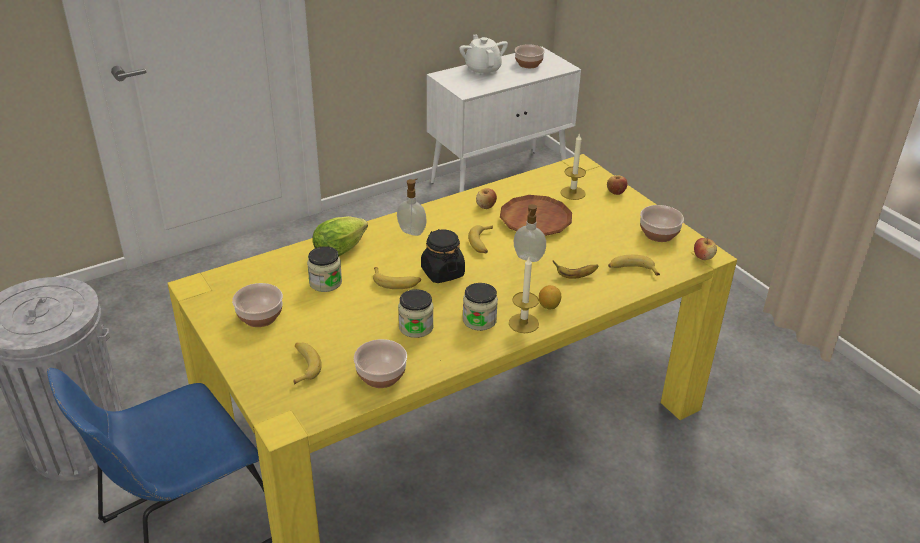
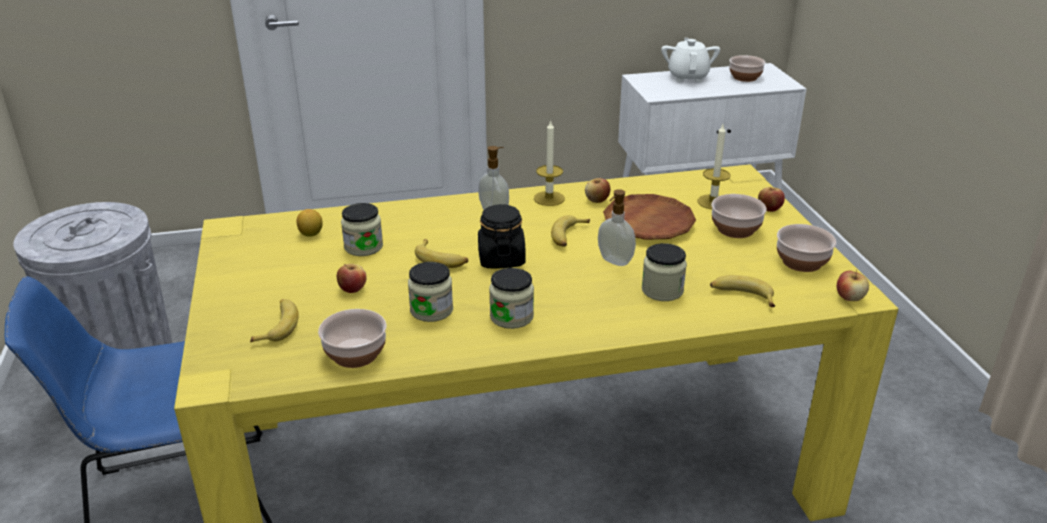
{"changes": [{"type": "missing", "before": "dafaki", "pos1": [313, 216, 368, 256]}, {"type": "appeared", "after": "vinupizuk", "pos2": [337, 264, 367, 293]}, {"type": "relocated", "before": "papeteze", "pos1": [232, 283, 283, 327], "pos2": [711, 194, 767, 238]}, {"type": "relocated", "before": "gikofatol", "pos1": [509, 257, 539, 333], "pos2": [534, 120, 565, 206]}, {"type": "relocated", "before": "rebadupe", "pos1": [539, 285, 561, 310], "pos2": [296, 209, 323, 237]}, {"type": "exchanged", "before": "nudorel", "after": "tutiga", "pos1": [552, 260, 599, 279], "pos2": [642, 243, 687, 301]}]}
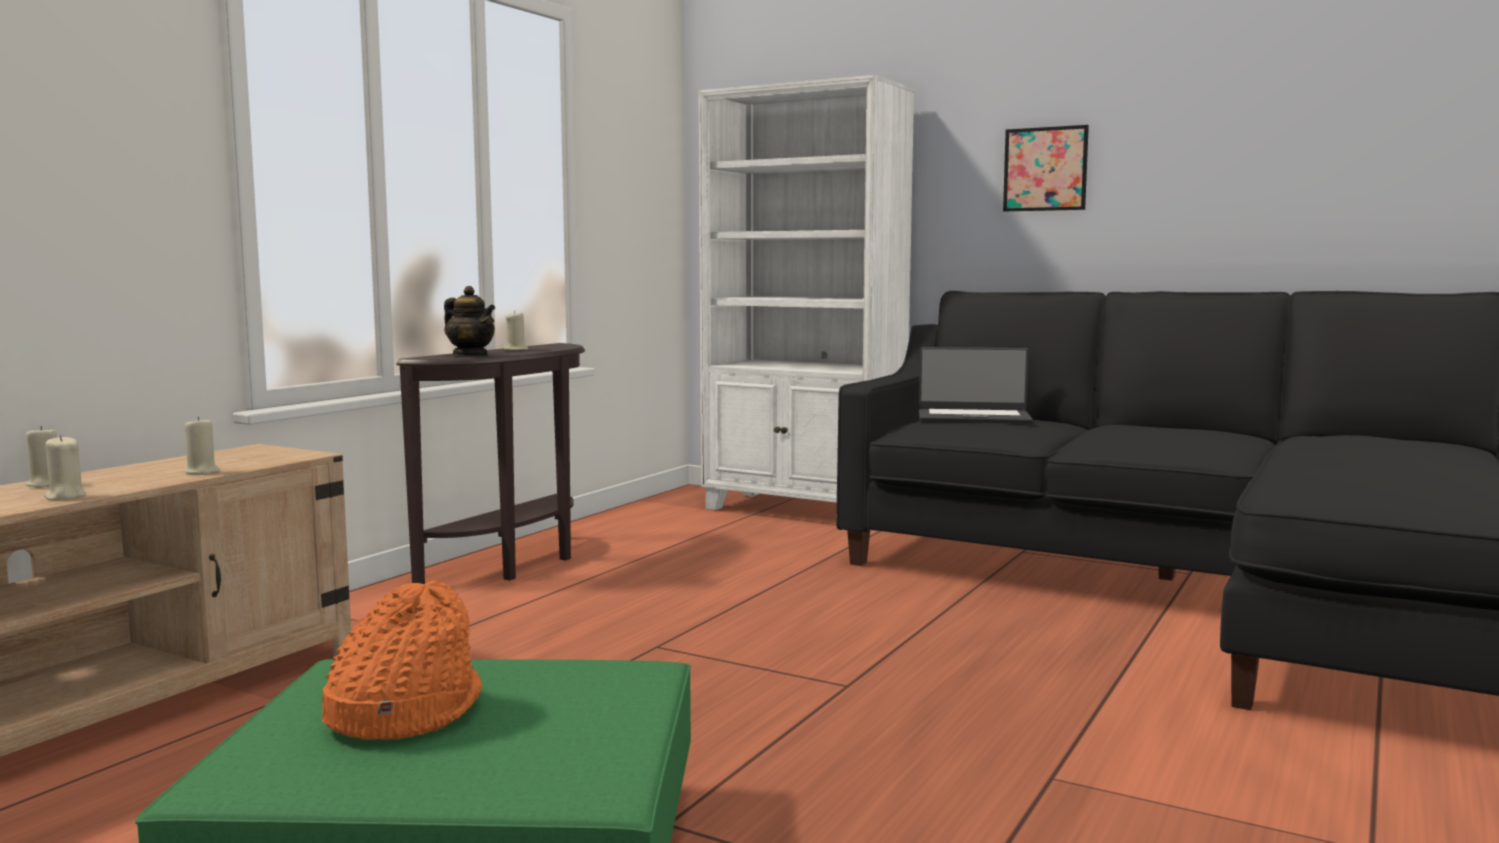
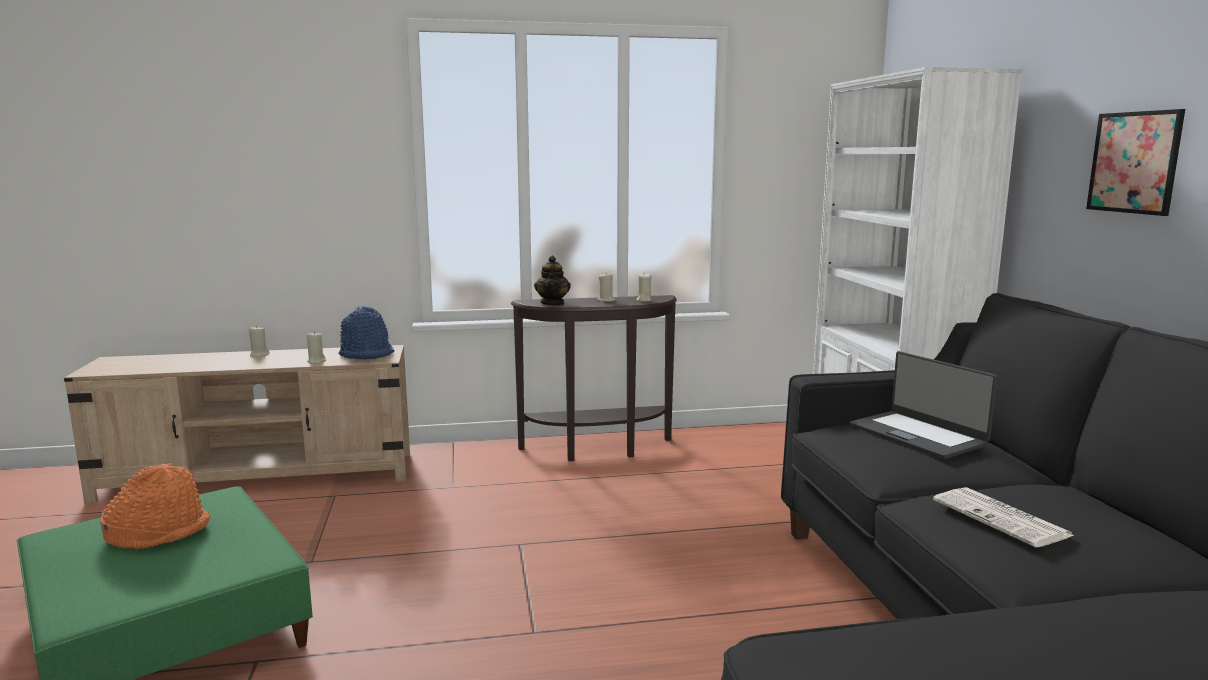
{"changes": [{"type": "appeared", "after": "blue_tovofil", "pos2": [339, 306, 394, 360]}, {"type": "appeared", "after": "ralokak", "pos2": [933, 487, 1074, 547]}, {"type": "relocated", "before": "beige_gikofatol", "pos1": [44, 435, 86, 500], "pos2": [636, 272, 652, 302]}]}
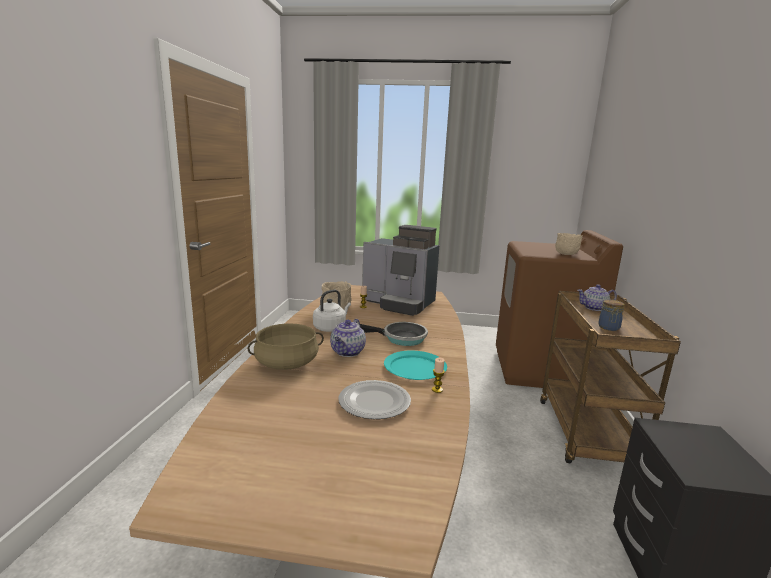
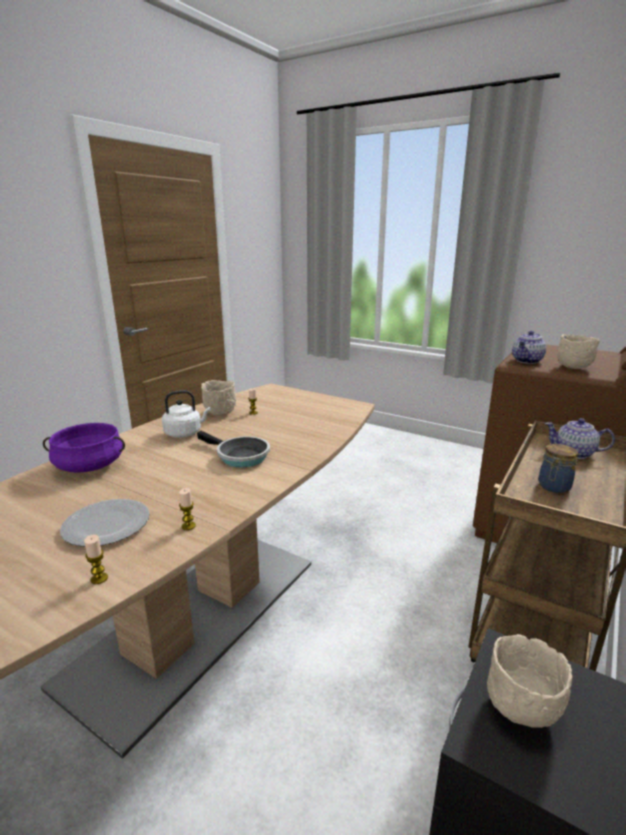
{"changes": [{"type": "missing", "before": "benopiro", "pos1": [362, 225, 439, 316]}, {"type": "missing", "before": "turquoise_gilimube", "pos1": [384, 351, 447, 380]}, {"type": "appeared", "after": "gikofatol", "pos2": [84, 535, 108, 584]}, {"type": "appeared", "after": "beige_papeteze", "pos2": [487, 634, 572, 728]}, {"type": "relocated", "before": "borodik", "pos1": [330, 319, 366, 357], "pos2": [512, 331, 546, 364]}, {"type": "colour", "before": "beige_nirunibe", "after": "purple_nirunibe", "pos1": [248, 323, 324, 370], "pos2": [43, 423, 125, 473]}]}
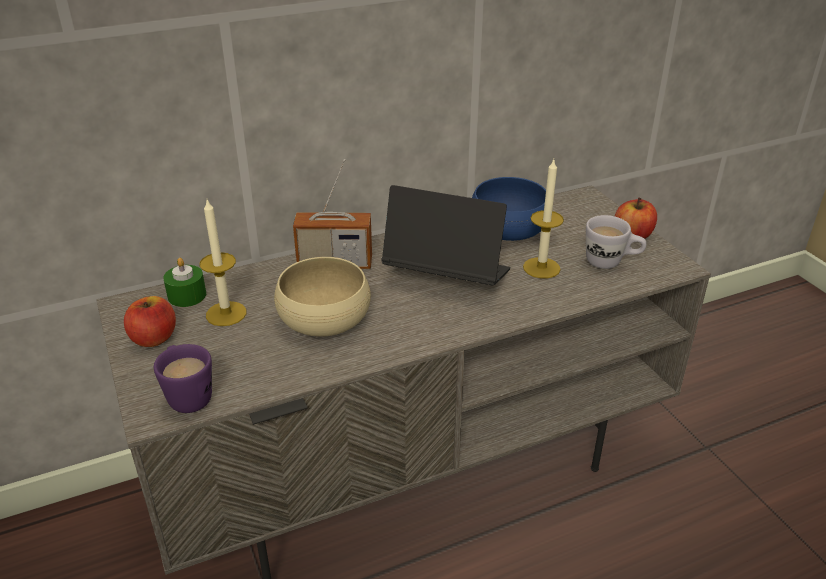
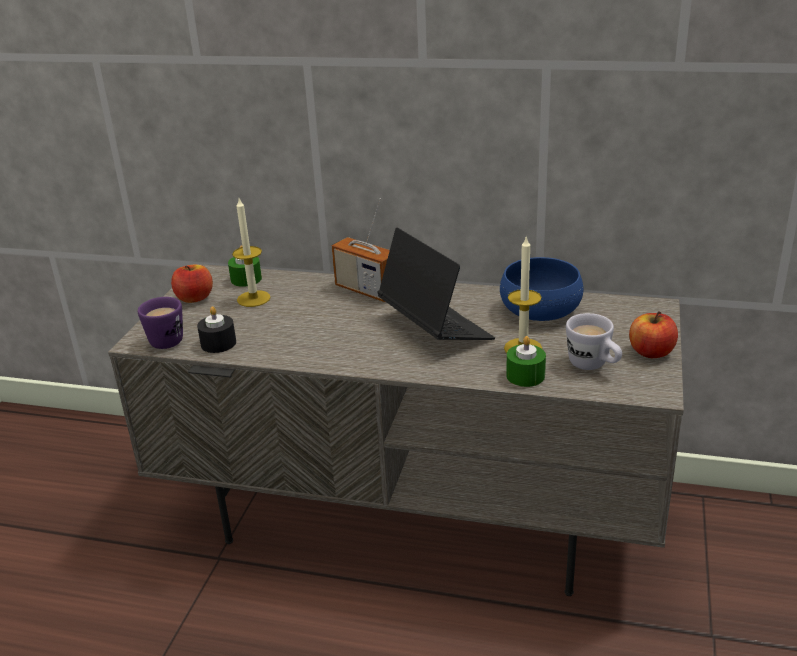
{"changes": [{"type": "missing", "before": "beige_papeteze", "pos1": [274, 257, 371, 337]}, {"type": "appeared", "after": "black_gikofatol", "pos2": [197, 306, 236, 353]}, {"type": "appeared", "after": "green_gikofatol", "pos2": [506, 336, 546, 387]}]}
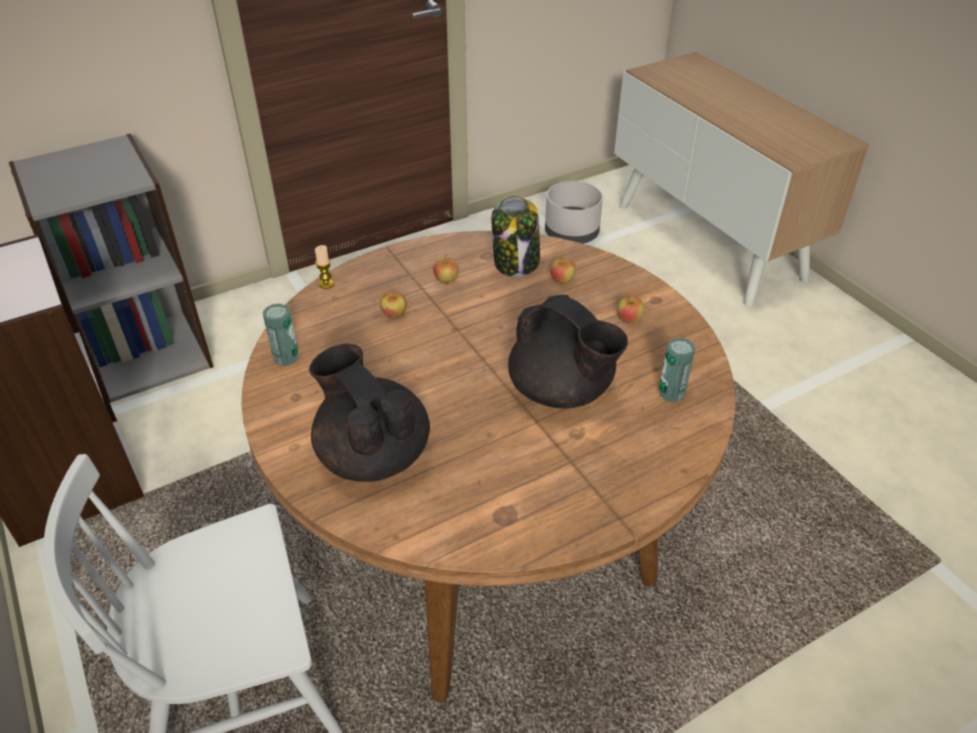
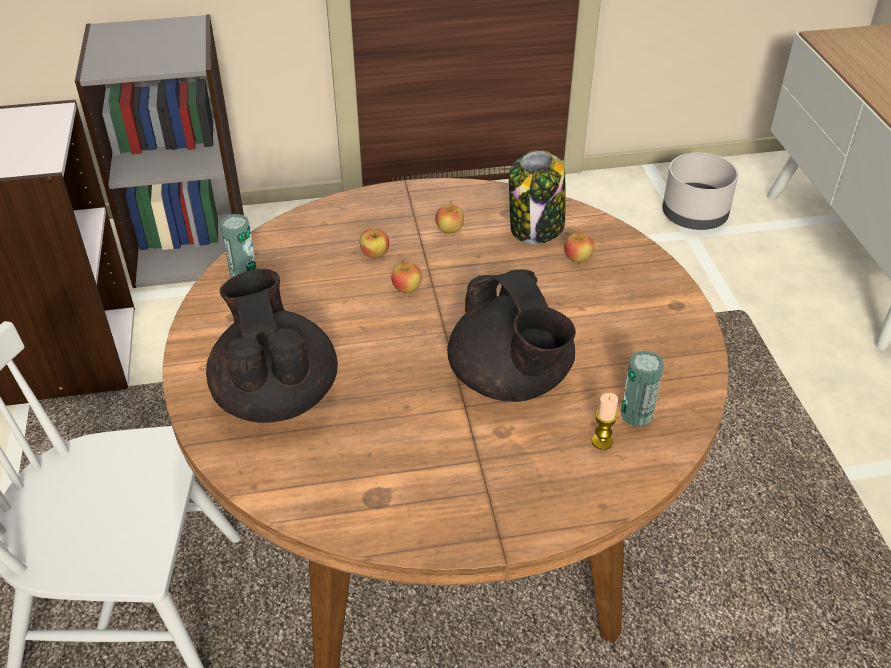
{"changes": [{"type": "relocated", "before": "gikofatol", "pos1": [315, 245, 334, 289], "pos2": [592, 393, 618, 450]}, {"type": "relocated", "before": "vinupizuk", "pos1": [617, 295, 644, 323], "pos2": [391, 259, 422, 293]}]}
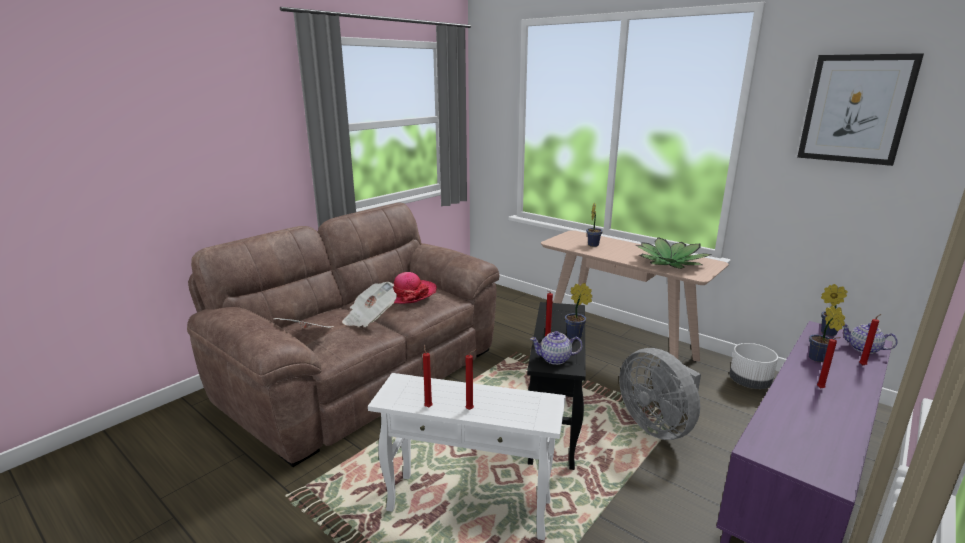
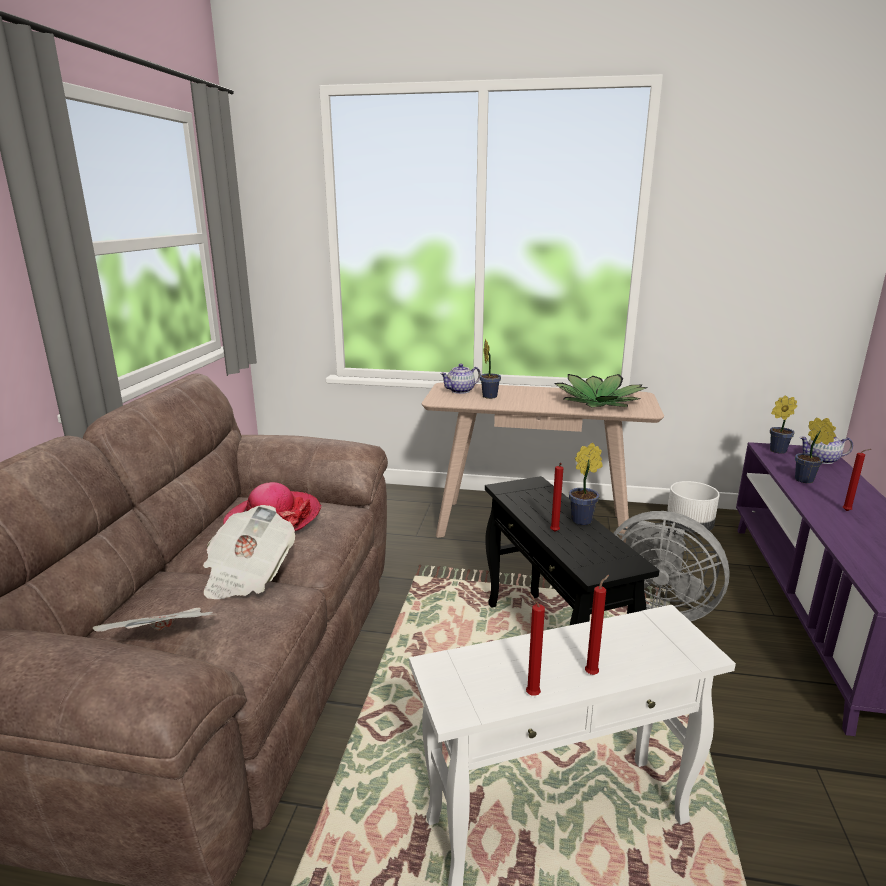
{"changes": [{"type": "missing", "before": "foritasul", "pos1": [797, 53, 924, 166]}, {"type": "missing", "before": "red_gikofatol", "pos1": [859, 314, 881, 366]}, {"type": "relocated", "before": "borodik", "pos1": [530, 331, 582, 365], "pos2": [440, 364, 481, 394]}]}
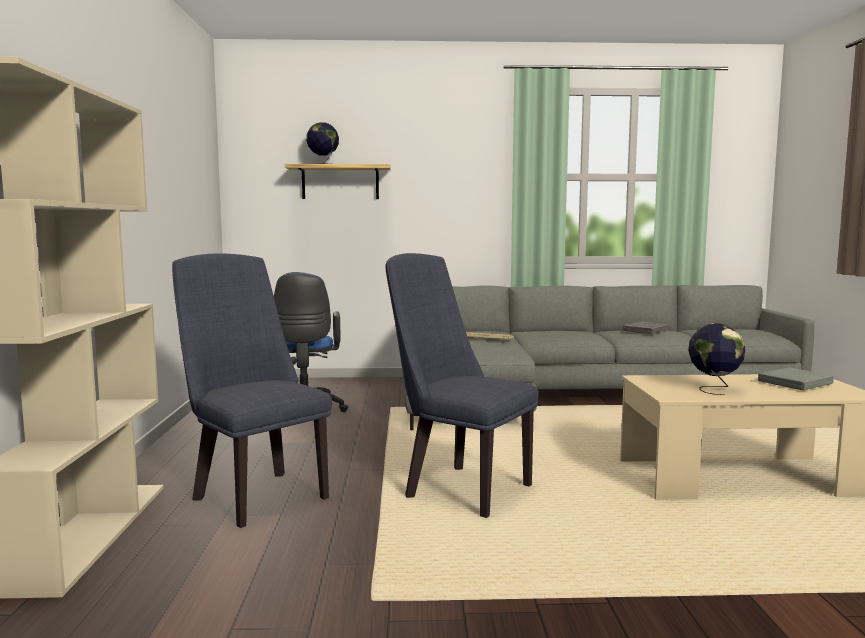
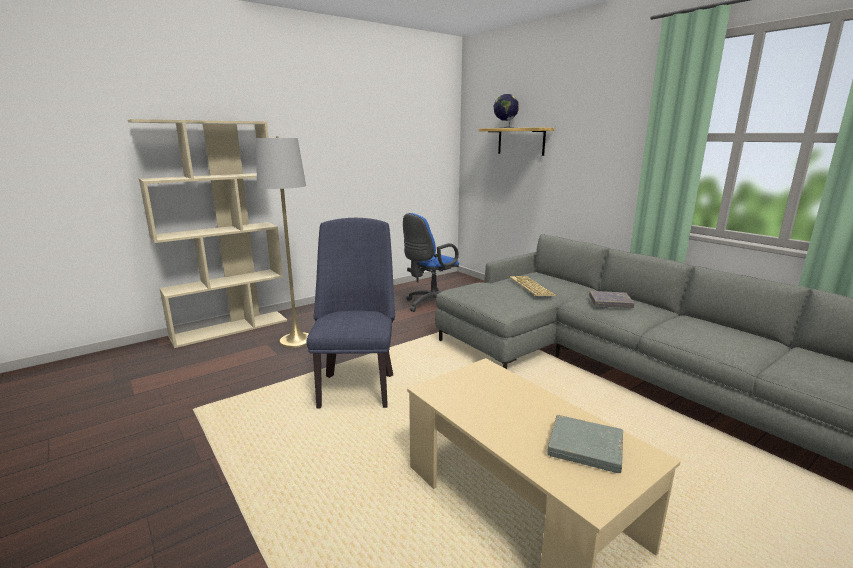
{"changes": [{"type": "missing", "before": "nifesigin", "pos1": [688, 323, 745, 395]}, {"type": "relocated", "before": "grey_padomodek", "pos1": [622, 321, 669, 334], "pos2": [589, 291, 634, 308]}, {"type": "exchanged", "before": "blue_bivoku", "after": "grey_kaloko", "pos1": [172, 253, 332, 528], "pos2": [256, 136, 309, 348]}]}
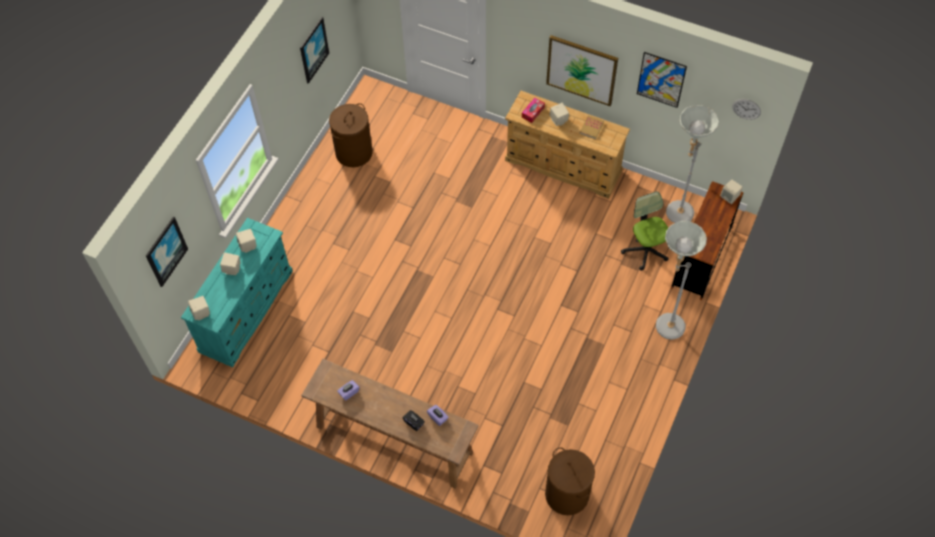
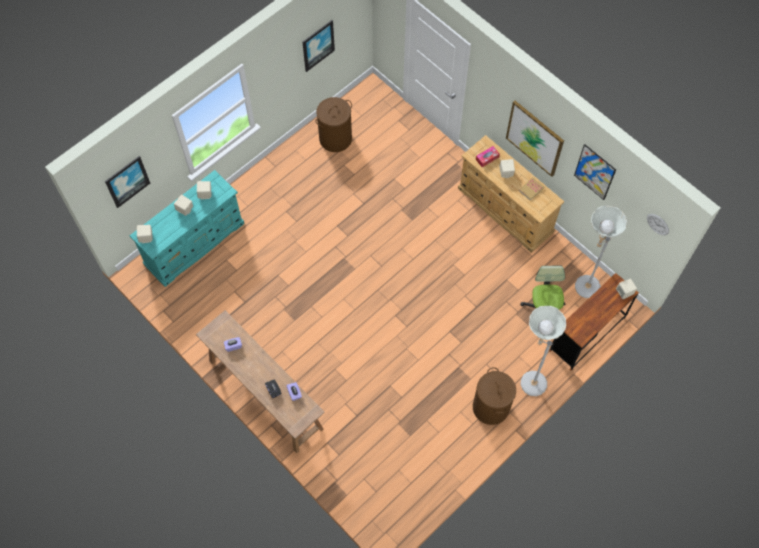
{"changes": [{"type": "relocated", "before": "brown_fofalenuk", "pos1": [545, 447, 595, 515], "pos2": [473, 367, 516, 425]}]}
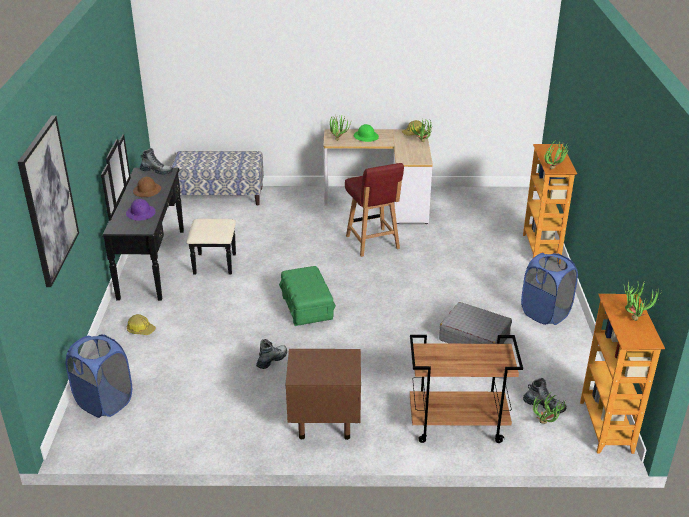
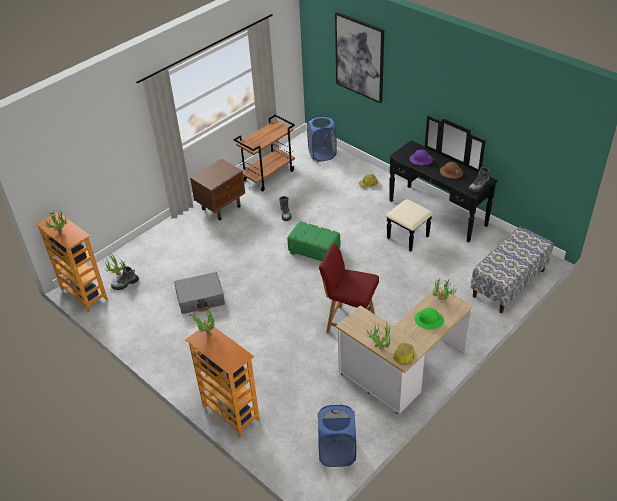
{"changes": [{"type": "relocated", "before": "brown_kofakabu", "pos1": [410, 335, 523, 443], "pos2": [233, 115, 295, 191]}, {"type": "relocated", "before": "blue_fofalenuk", "pos1": [521, 253, 578, 325], "pos2": [318, 405, 356, 467]}]}
